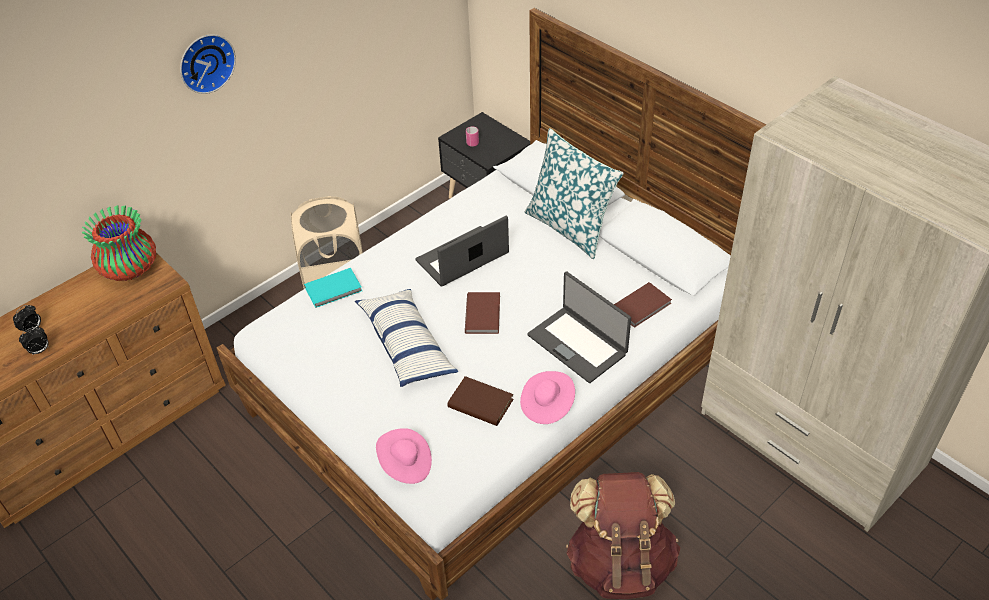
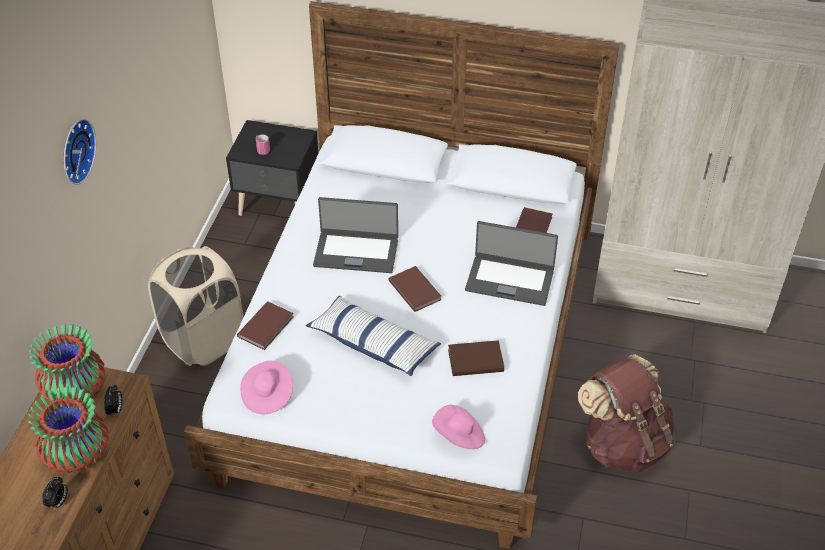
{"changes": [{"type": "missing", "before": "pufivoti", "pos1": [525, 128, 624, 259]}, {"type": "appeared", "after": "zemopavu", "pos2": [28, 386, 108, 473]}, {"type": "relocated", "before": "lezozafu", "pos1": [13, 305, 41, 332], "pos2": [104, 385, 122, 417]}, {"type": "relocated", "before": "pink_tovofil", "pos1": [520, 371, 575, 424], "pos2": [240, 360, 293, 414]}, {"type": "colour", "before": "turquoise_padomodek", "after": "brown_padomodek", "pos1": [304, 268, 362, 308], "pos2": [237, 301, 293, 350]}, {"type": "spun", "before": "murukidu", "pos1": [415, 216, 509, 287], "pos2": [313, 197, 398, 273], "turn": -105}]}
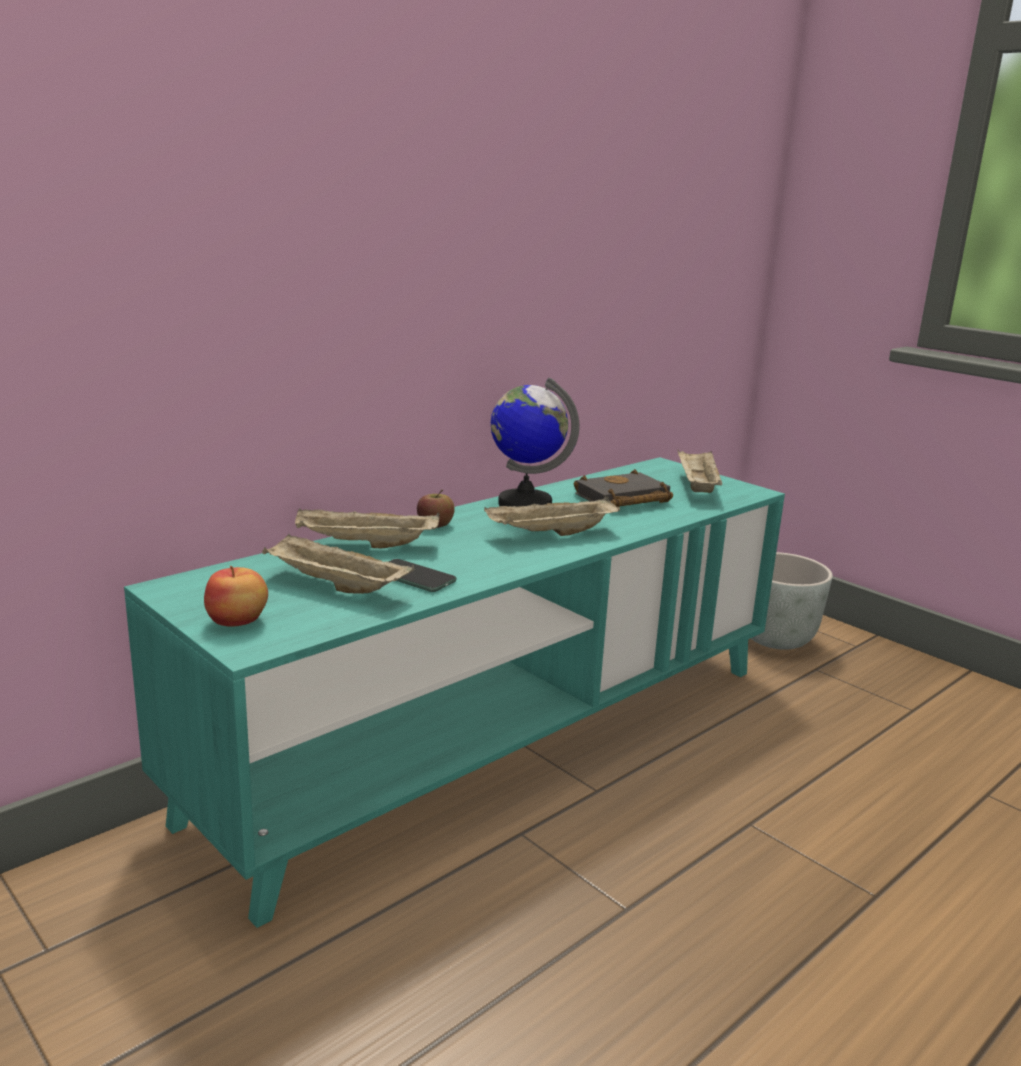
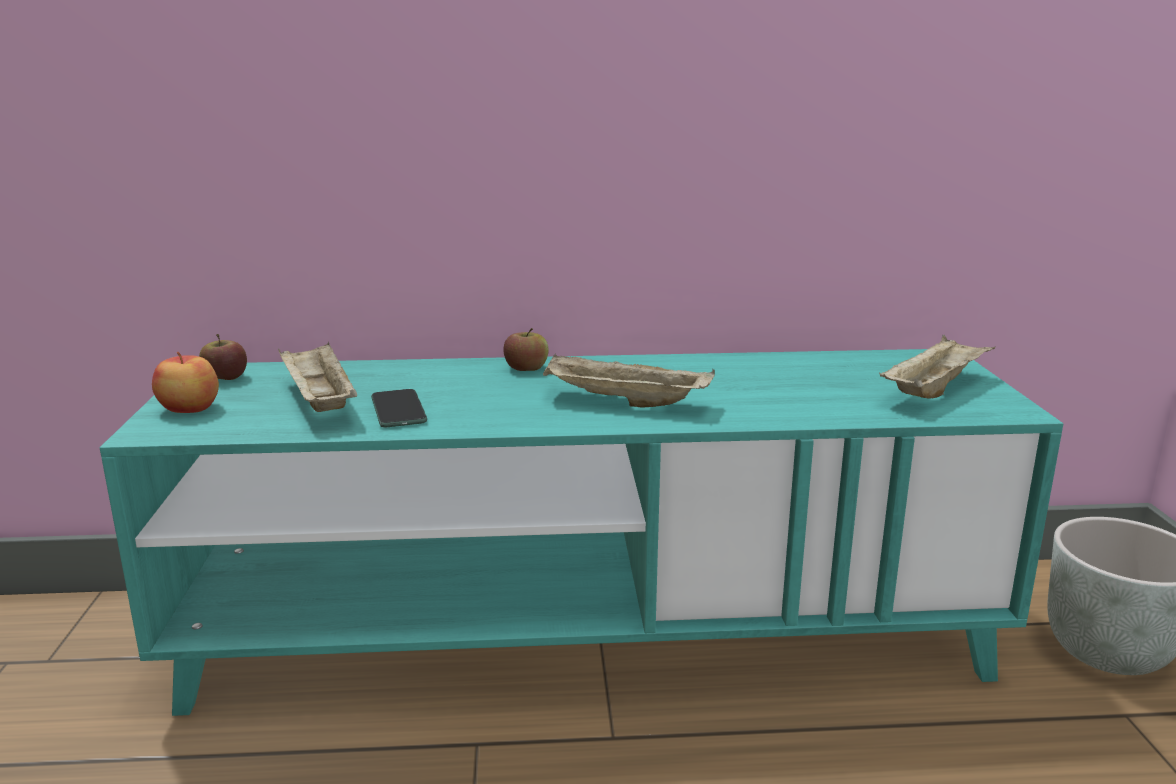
{"changes": [{"type": "missing", "before": "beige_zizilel", "pos1": [295, 508, 439, 548]}, {"type": "missing", "before": "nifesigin", "pos1": [491, 378, 579, 506]}, {"type": "missing", "before": "black_padomodek", "pos1": [574, 469, 673, 507]}, {"type": "appeared", "after": "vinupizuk", "pos2": [199, 334, 247, 380]}]}
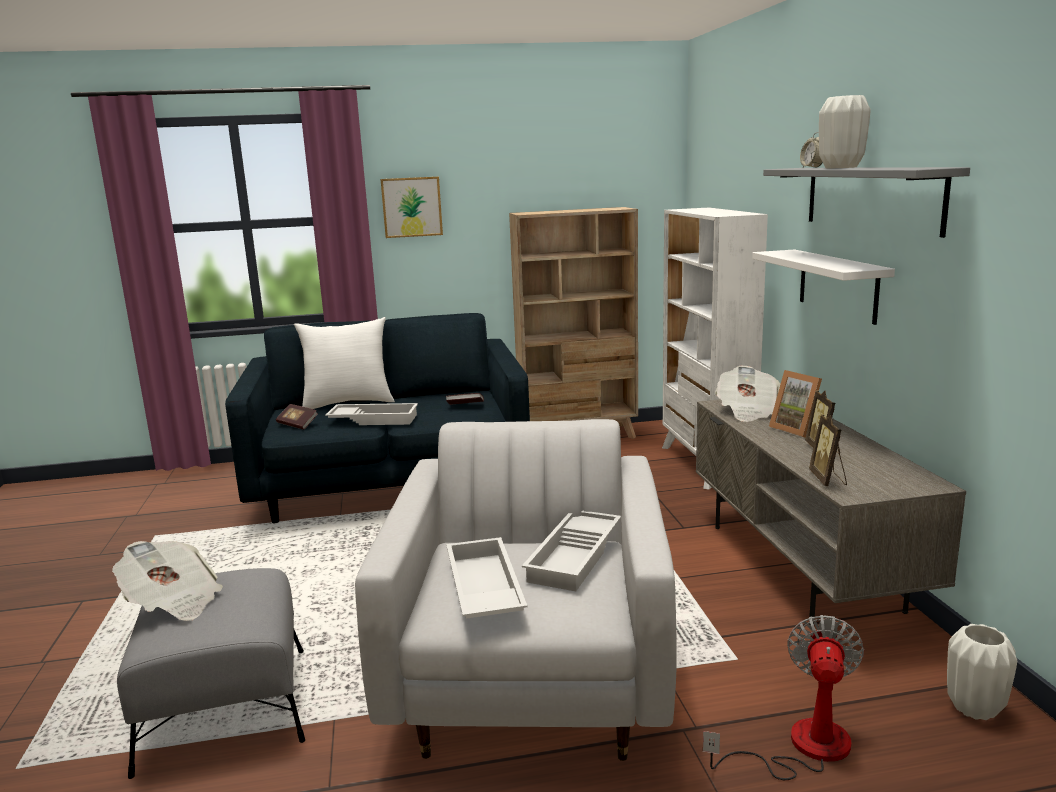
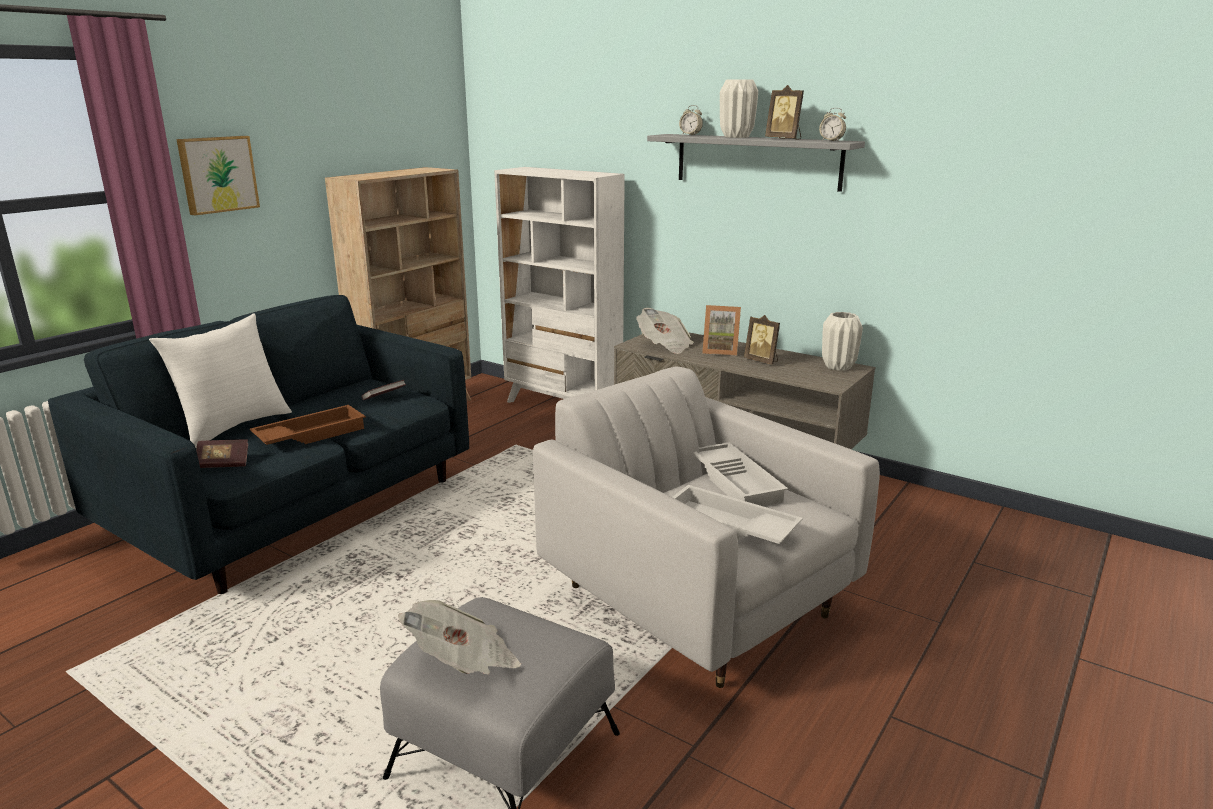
{"changes": [{"type": "missing", "before": "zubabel", "pos1": [703, 615, 864, 780]}, {"type": "missing", "before": "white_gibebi", "pos1": [752, 249, 895, 325]}, {"type": "appeared", "after": "lezozafu", "pos2": [819, 108, 846, 141]}, {"type": "relocated", "before": "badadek", "pos1": [809, 414, 847, 486], "pos2": [765, 85, 804, 139]}, {"type": "relocated", "before": "white_zemopavu", "pos1": [947, 624, 1017, 720], "pos2": [822, 312, 863, 371]}, {"type": "colour", "before": "white_zizilel", "after": "brown_zizilel", "pos1": [325, 403, 418, 425], "pos2": [250, 405, 366, 445]}]}
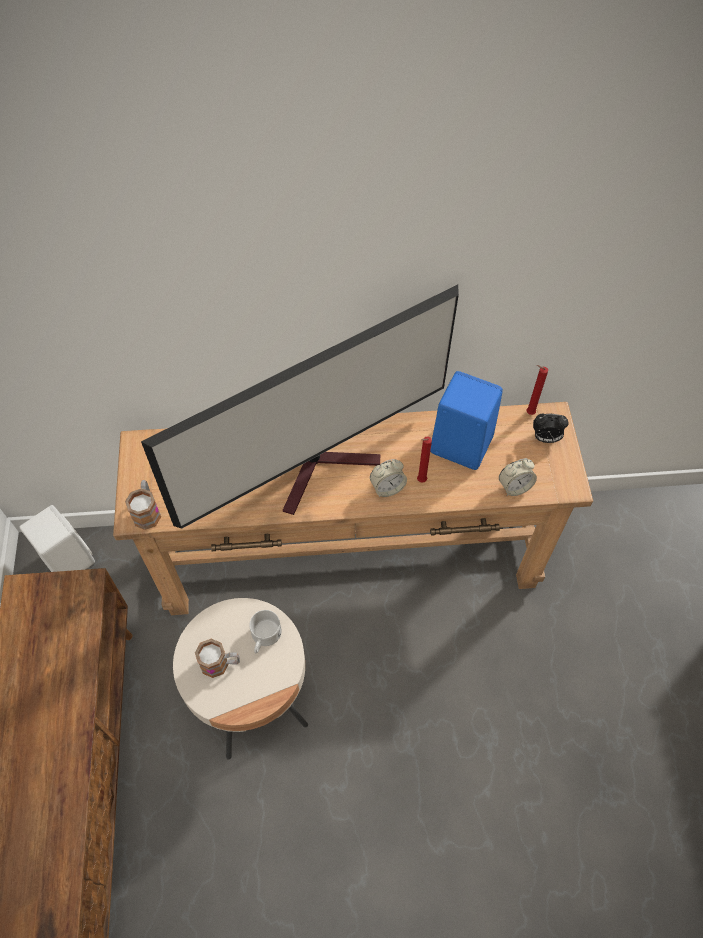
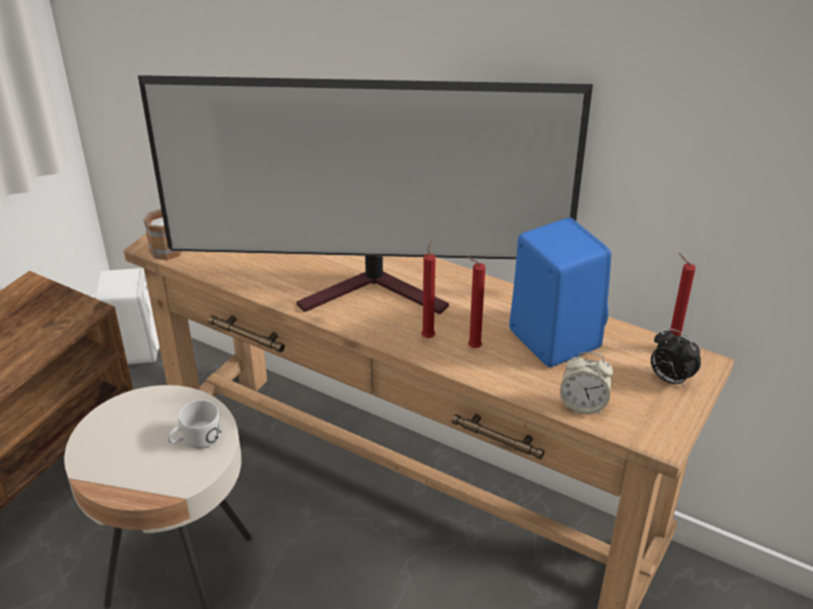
{"changes": [{"type": "missing", "before": "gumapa", "pos1": [195, 639, 240, 678]}, {"type": "exchanged", "before": "lezozafu", "after": "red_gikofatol", "pos1": [370, 459, 407, 497], "pos2": [421, 240, 436, 338]}]}
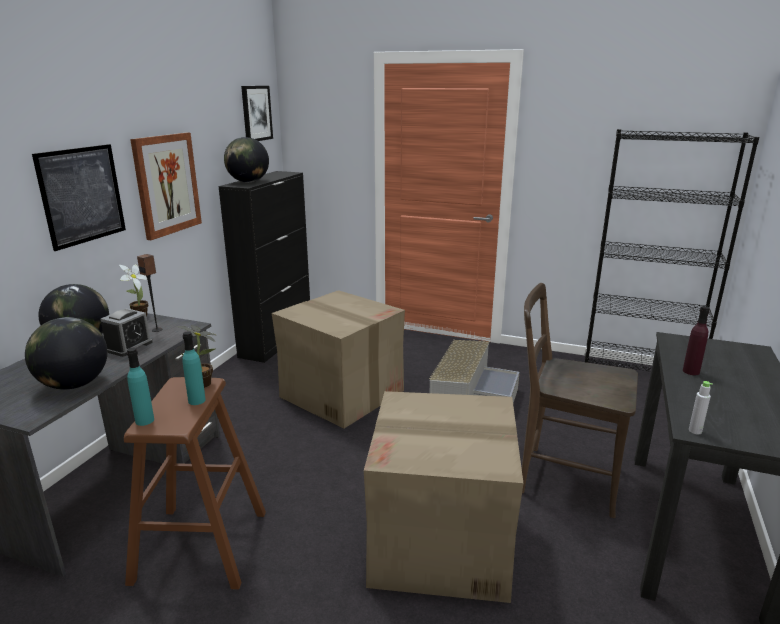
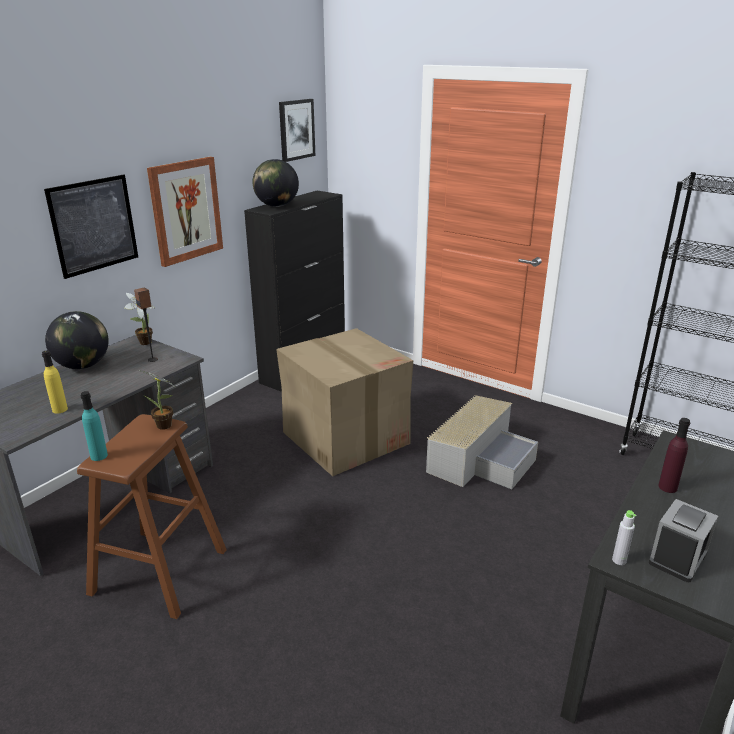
{"changes": [{"type": "missing", "before": "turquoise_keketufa", "pos1": [182, 331, 206, 405]}, {"type": "missing", "before": "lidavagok", "pos1": [364, 391, 523, 603]}, {"type": "missing", "before": "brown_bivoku", "pos1": [522, 283, 638, 518]}, {"type": "relocated", "before": "lezozafu", "pos1": [101, 308, 153, 357], "pos2": [649, 499, 718, 582]}, {"type": "exchanged", "before": "nifesigin", "after": "yellow_keketufa", "pos1": [25, 317, 107, 390], "pos2": [42, 350, 68, 413]}]}
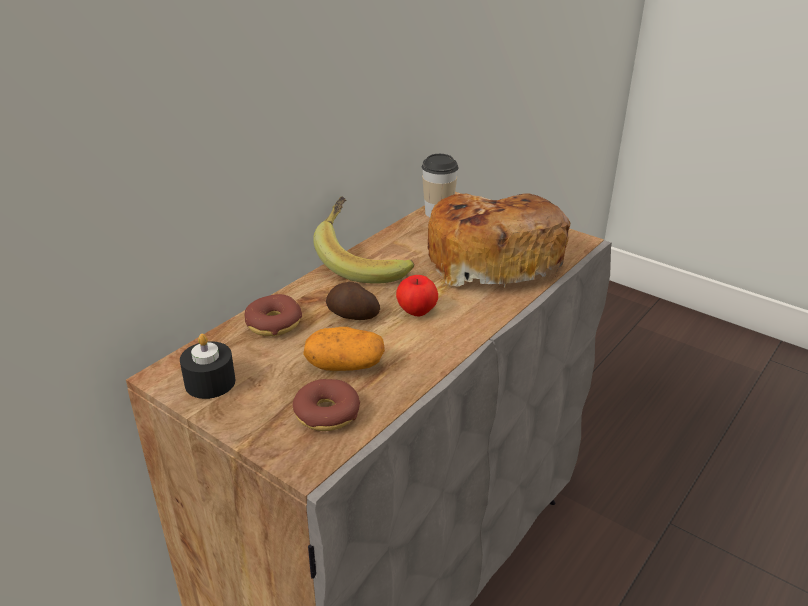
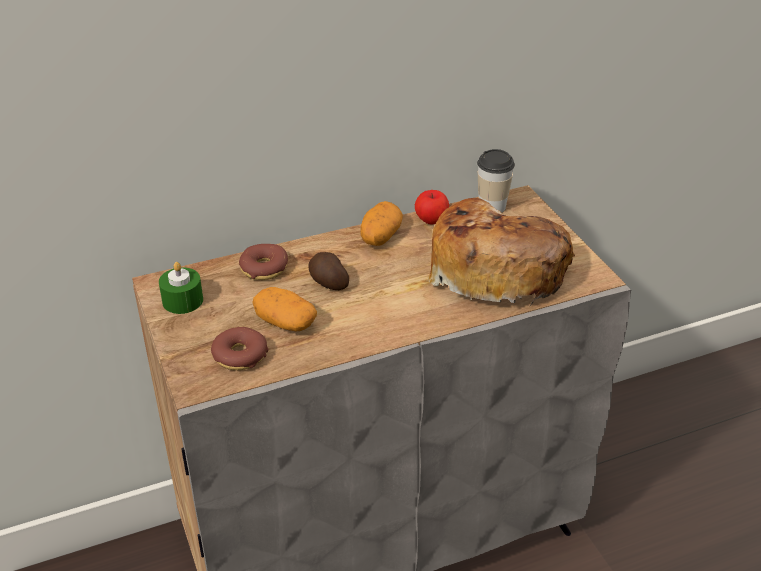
{"changes": [{"type": "relocated", "before": "vinupizuk", "pos1": [396, 275, 438, 316], "pos2": [415, 190, 449, 224]}, {"type": "exchanged", "before": "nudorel", "after": "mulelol", "pos1": [313, 196, 414, 284], "pos2": [360, 201, 403, 246]}, {"type": "colour", "before": "black_gikofatol", "after": "green_gikofatol", "pos1": [180, 334, 235, 399], "pos2": [159, 262, 203, 314]}]}
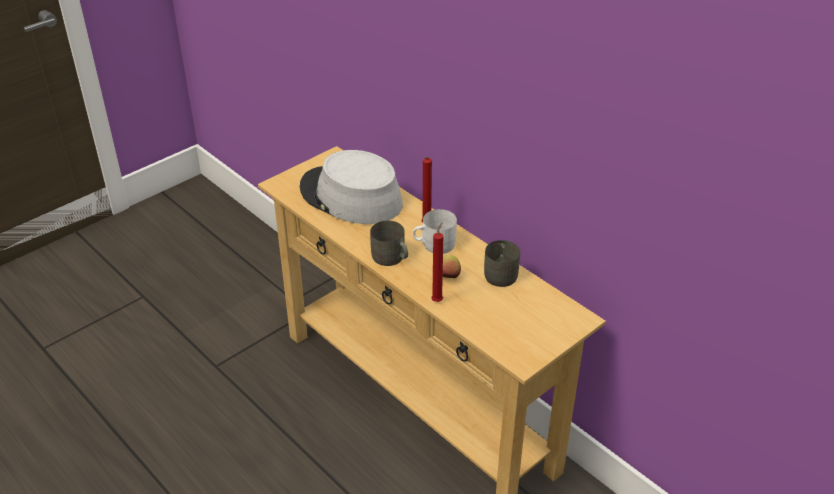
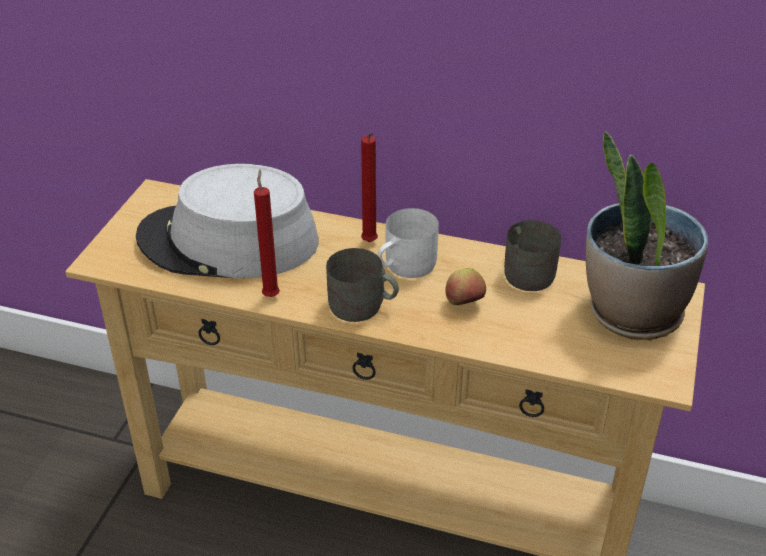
{"changes": [{"type": "appeared", "after": "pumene", "pos2": [586, 131, 708, 341]}, {"type": "relocated", "before": "red_gikofatol", "pos1": [431, 222, 443, 302], "pos2": [254, 169, 280, 297]}]}
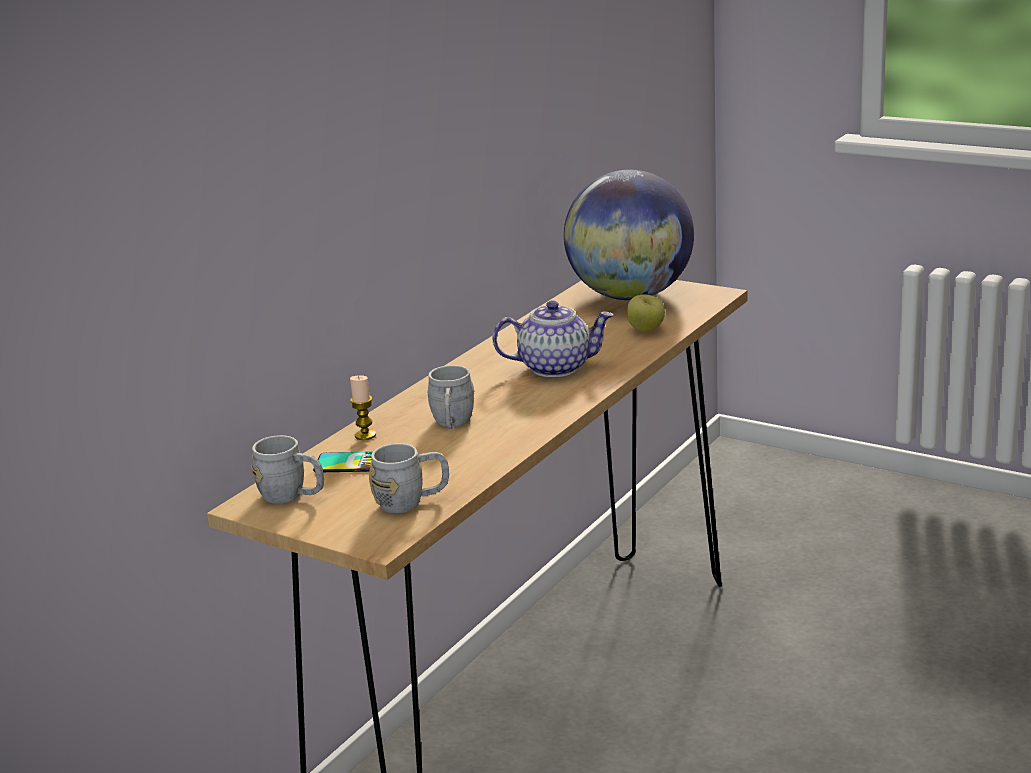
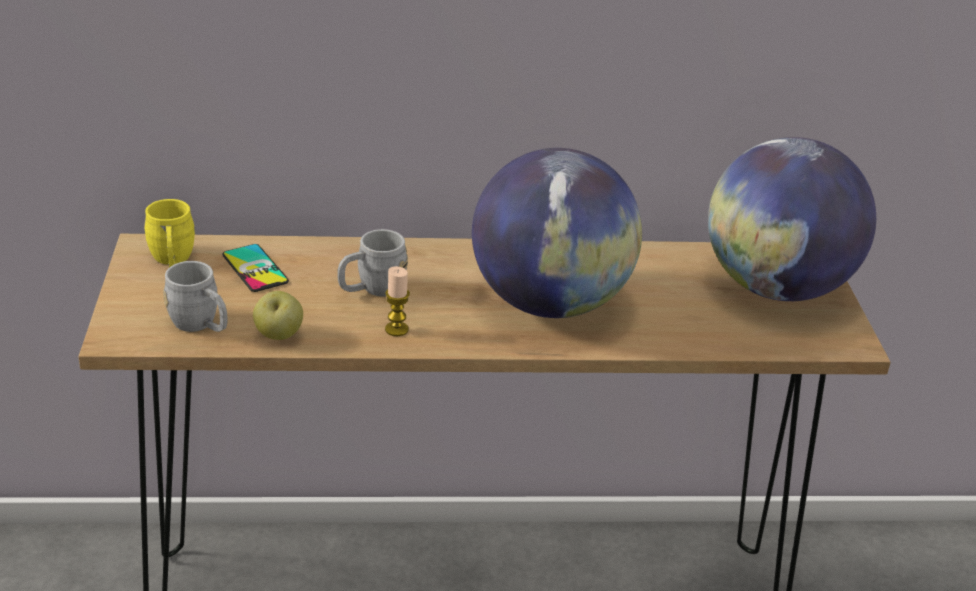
{"changes": [{"type": "relocated", "before": "gikofatol", "pos1": [350, 375, 376, 440], "pos2": [385, 266, 410, 336]}, {"type": "relocated", "before": "vinupizuk", "pos1": [626, 295, 665, 332], "pos2": [253, 291, 303, 340]}, {"type": "exchanged", "before": "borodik", "after": "nifesigin", "pos1": [492, 300, 614, 377], "pos2": [472, 148, 642, 318]}, {"type": "colour", "before": "grey_gumapa", "after": "yellow_gumapa", "pos1": [251, 435, 324, 504], "pos2": [144, 199, 195, 268]}]}
